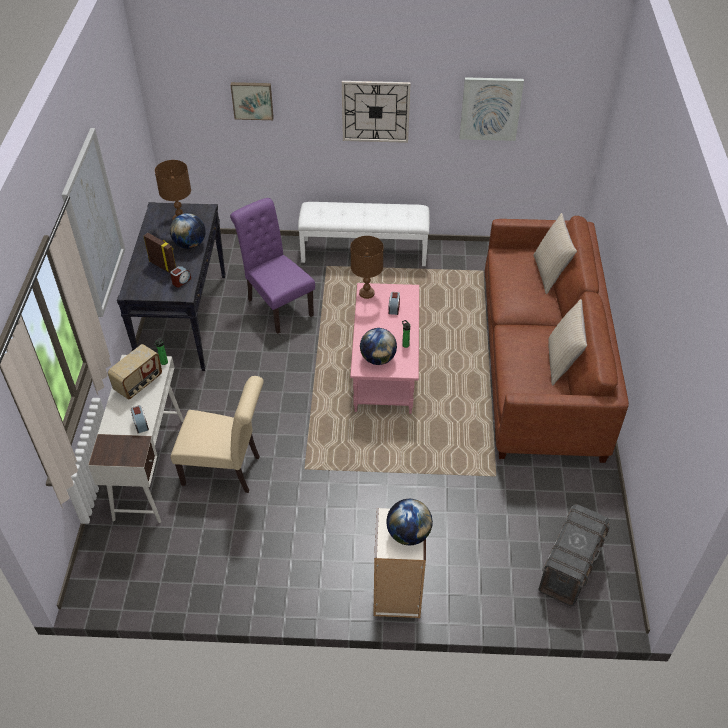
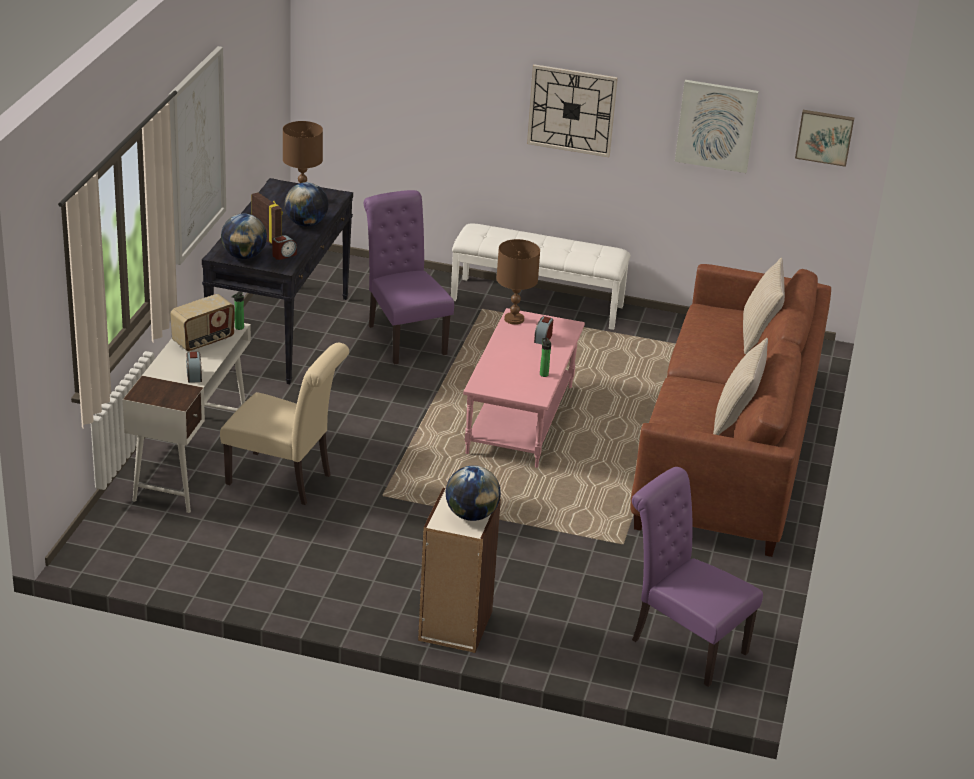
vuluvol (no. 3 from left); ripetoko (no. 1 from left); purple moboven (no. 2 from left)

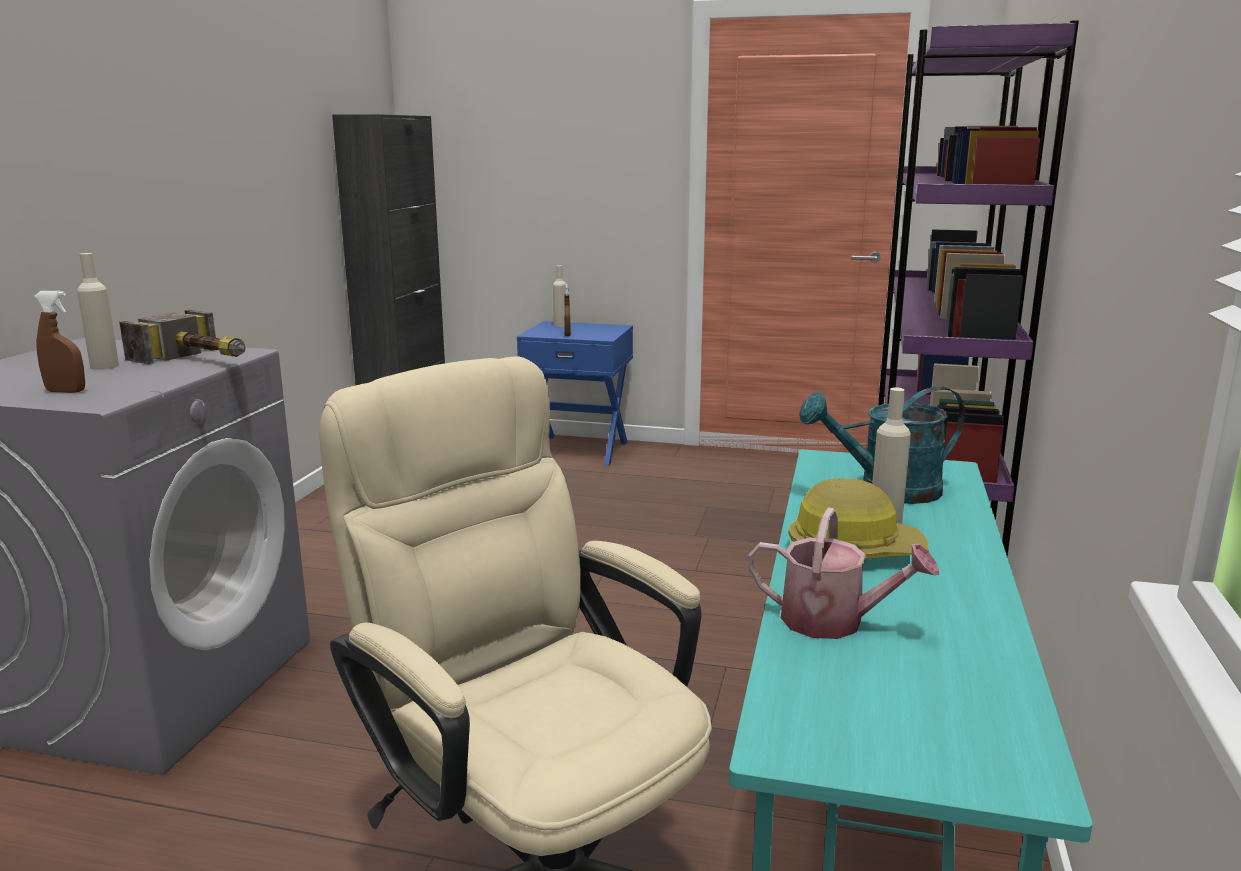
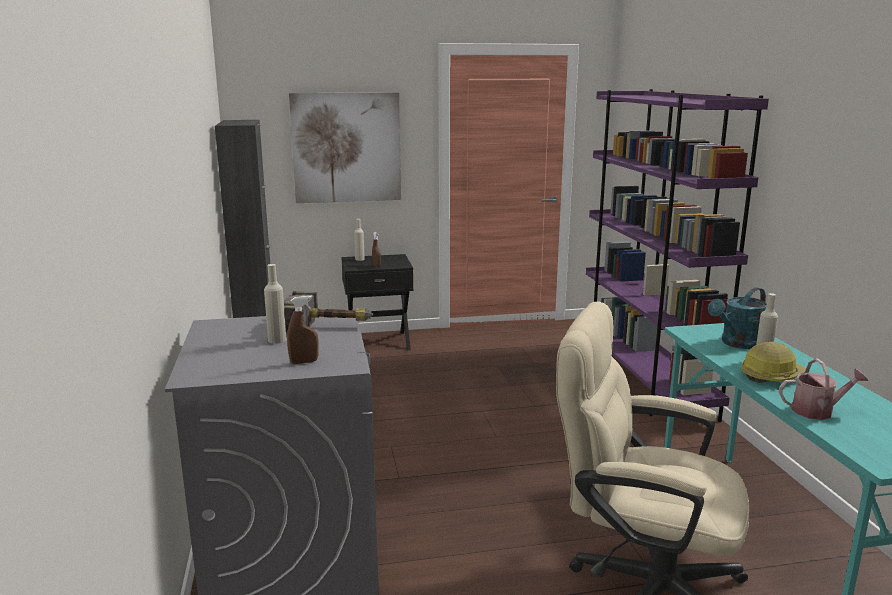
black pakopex; vuluvol

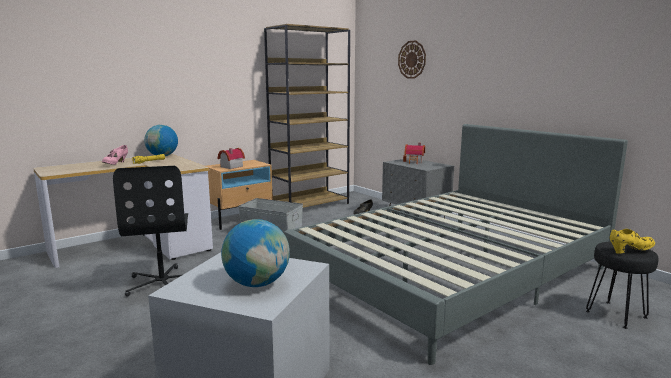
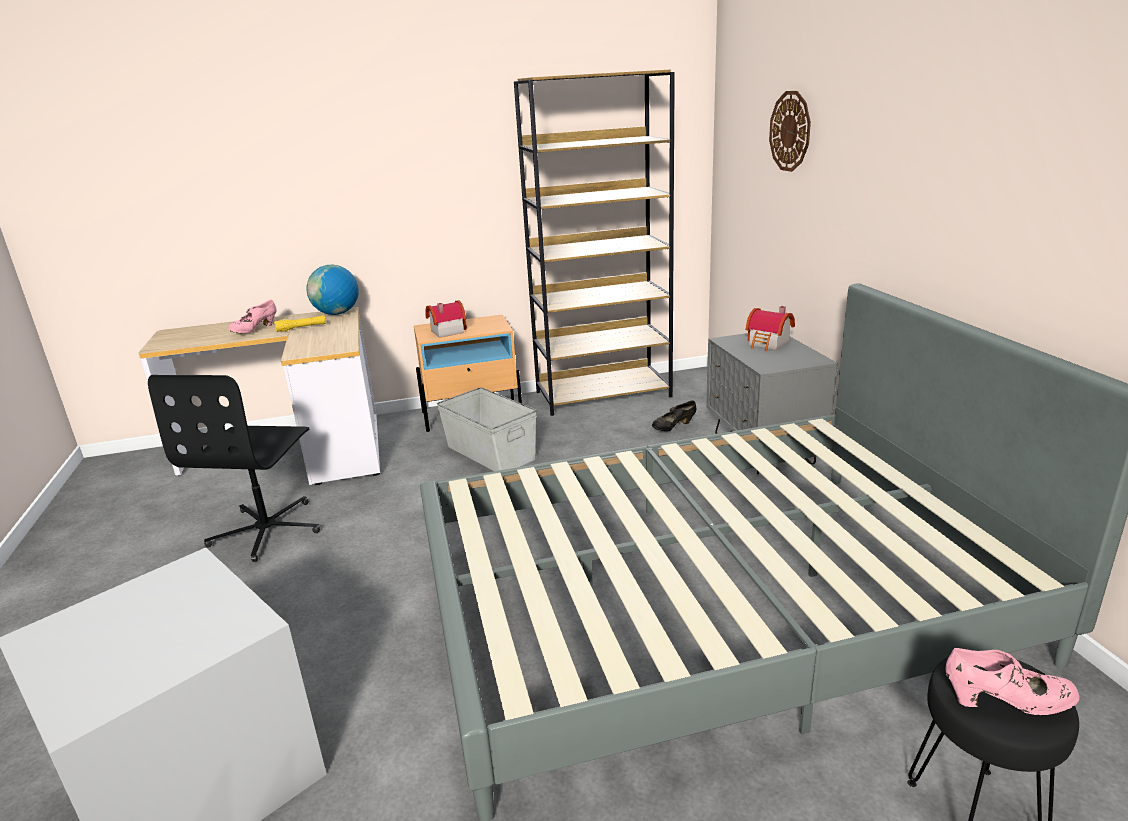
ripetoko (no. 2 from left in the first image); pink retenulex (no. 2 from left)

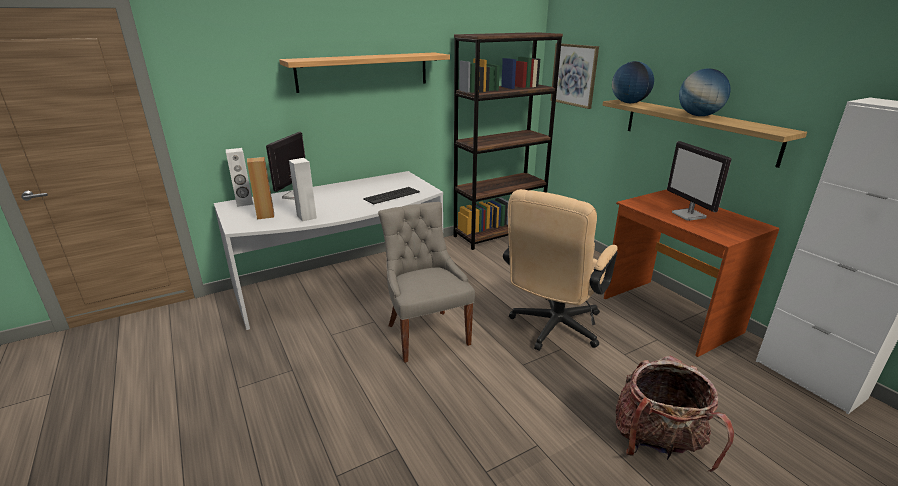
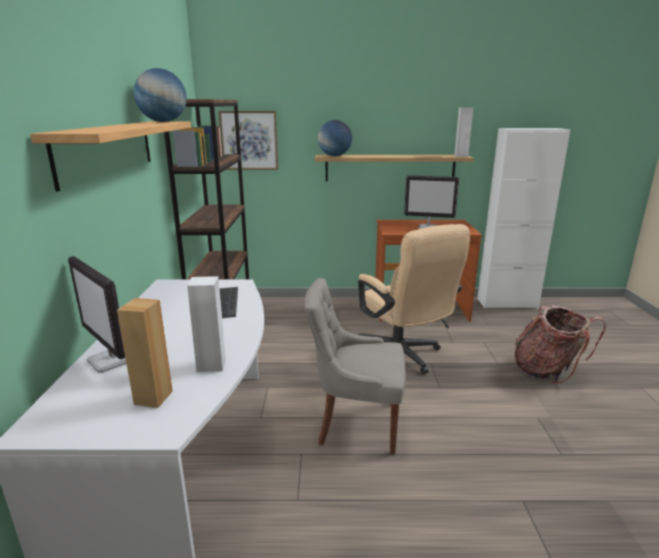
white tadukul (no. 2 from left); ripetoko (no. 1 from left)

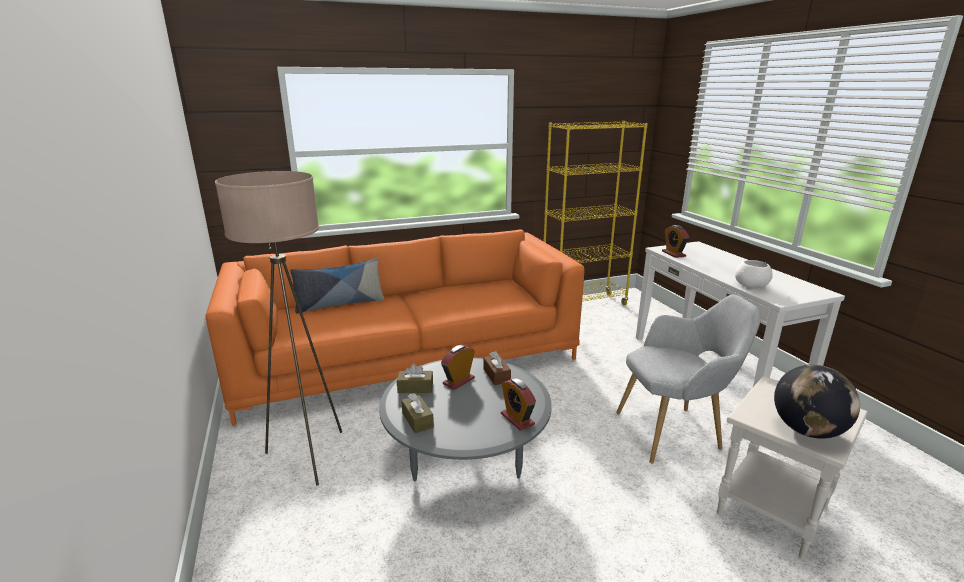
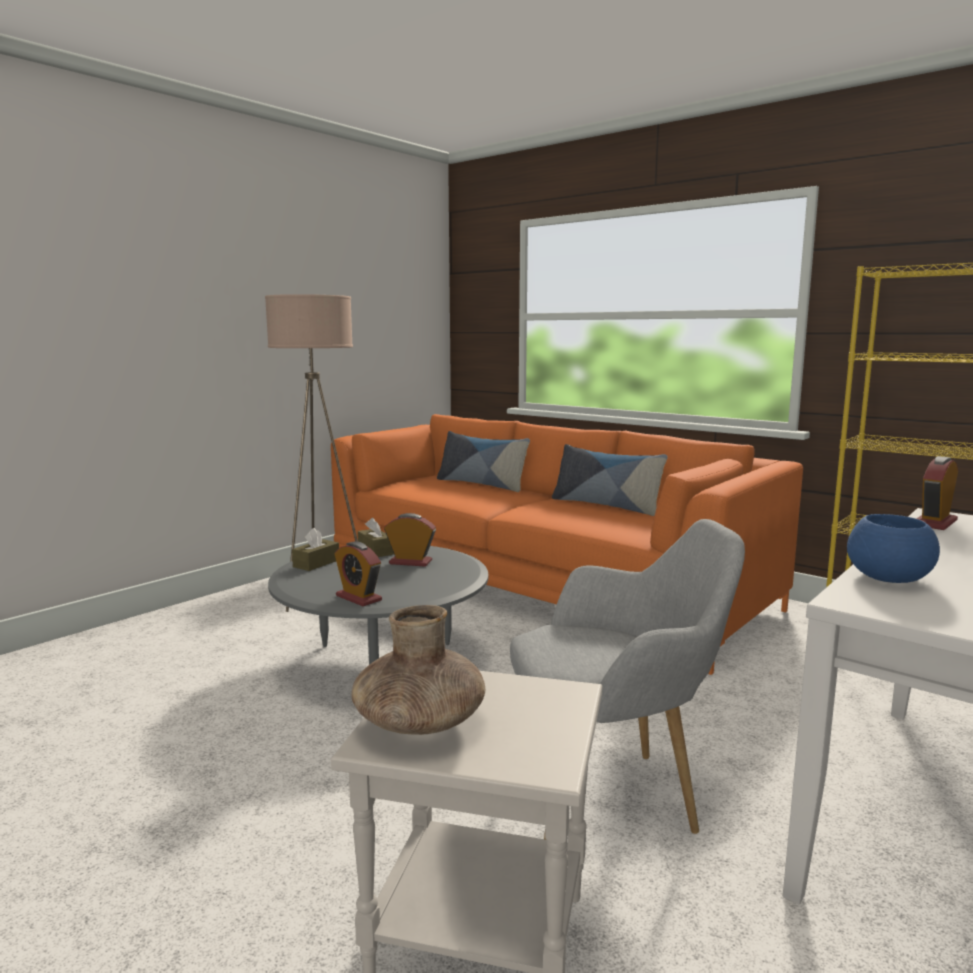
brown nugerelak (no. 3 from left in the first image); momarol (no. 1 from left); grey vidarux; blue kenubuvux; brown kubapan; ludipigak (no. 2 from left)

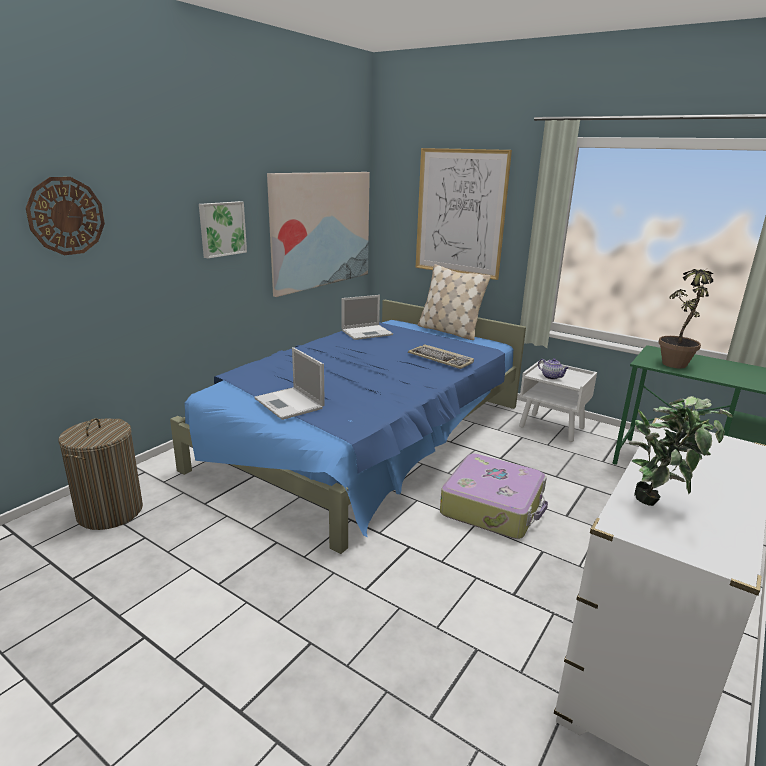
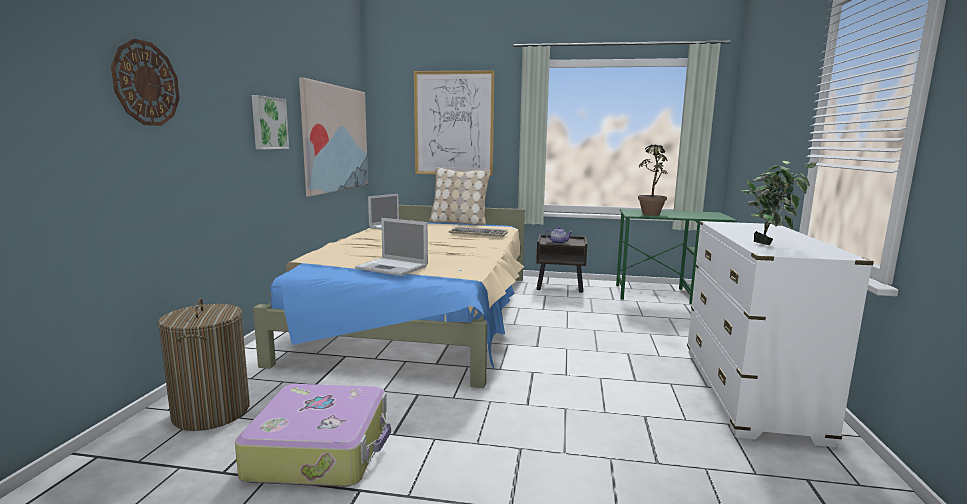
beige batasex; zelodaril; brown pakopex

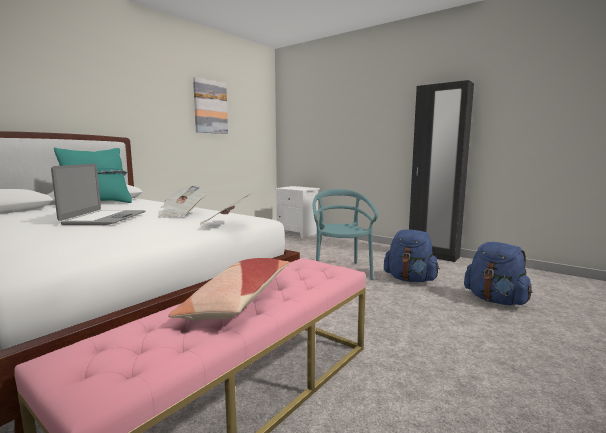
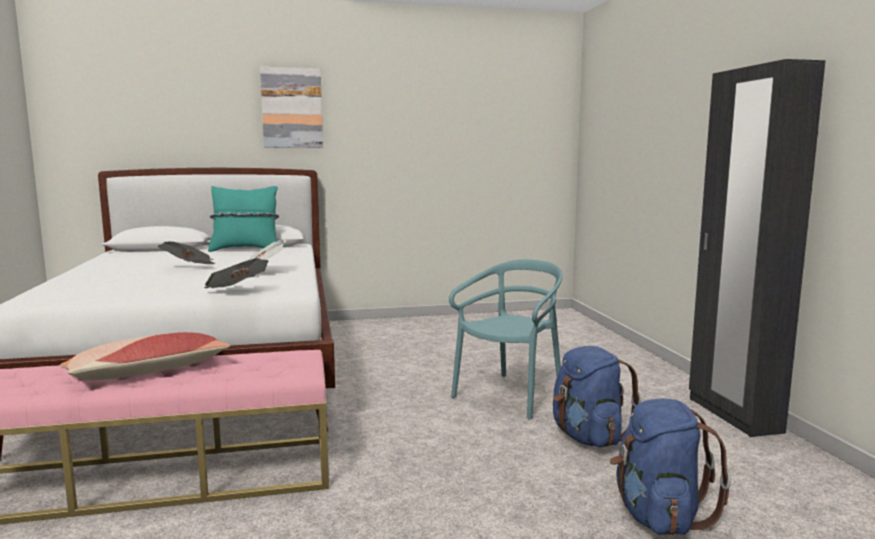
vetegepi (no. 1 from left); vuluvol; white pakopex

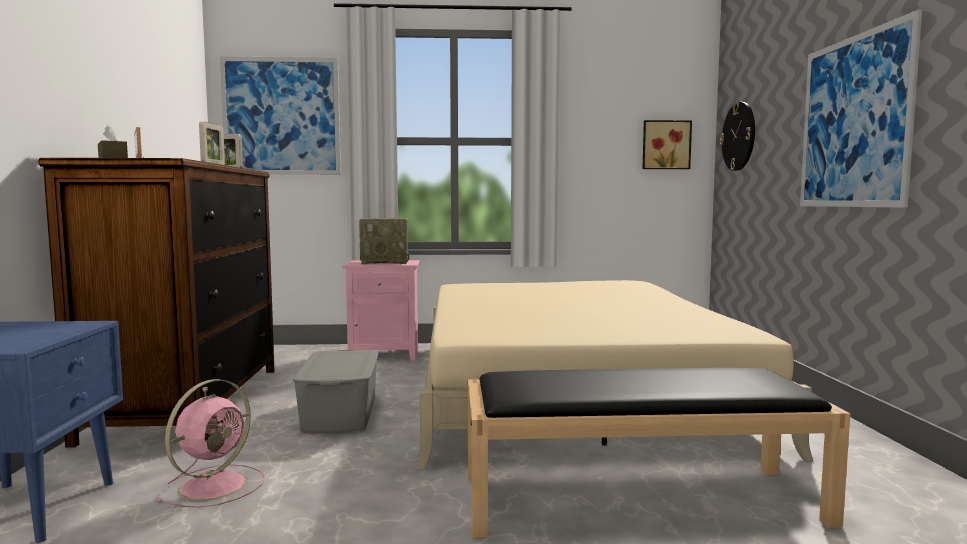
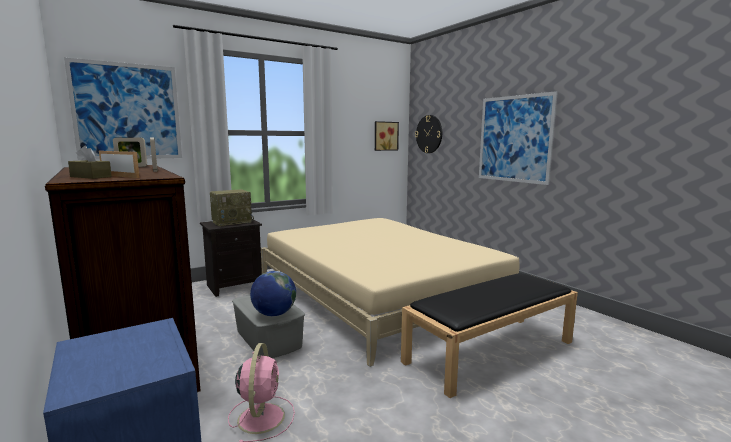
black pakopex; ripetoko

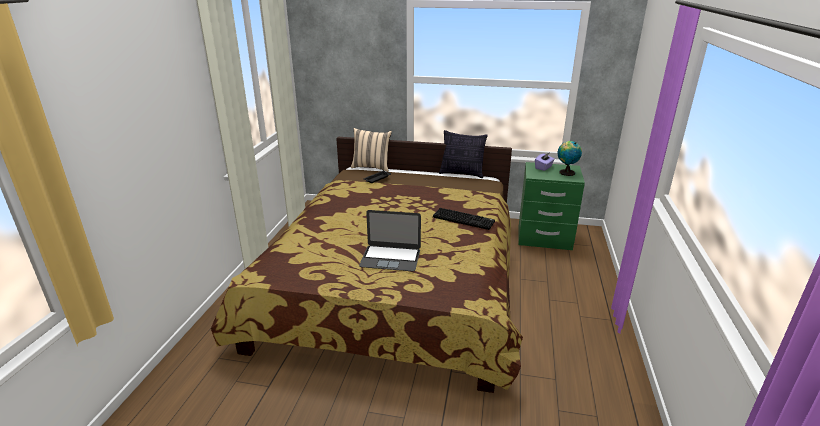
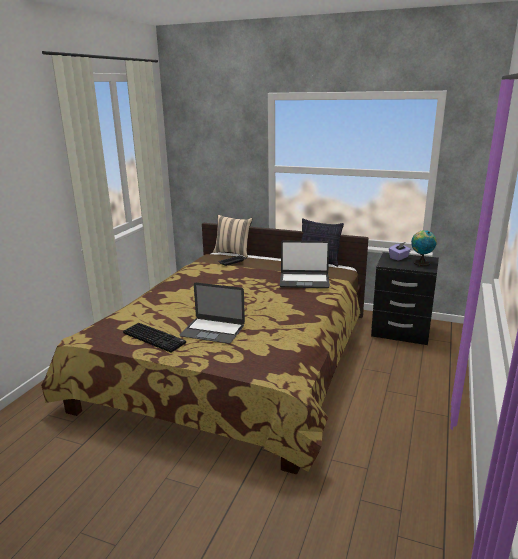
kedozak; black pakopex; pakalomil (no. 2 from left)

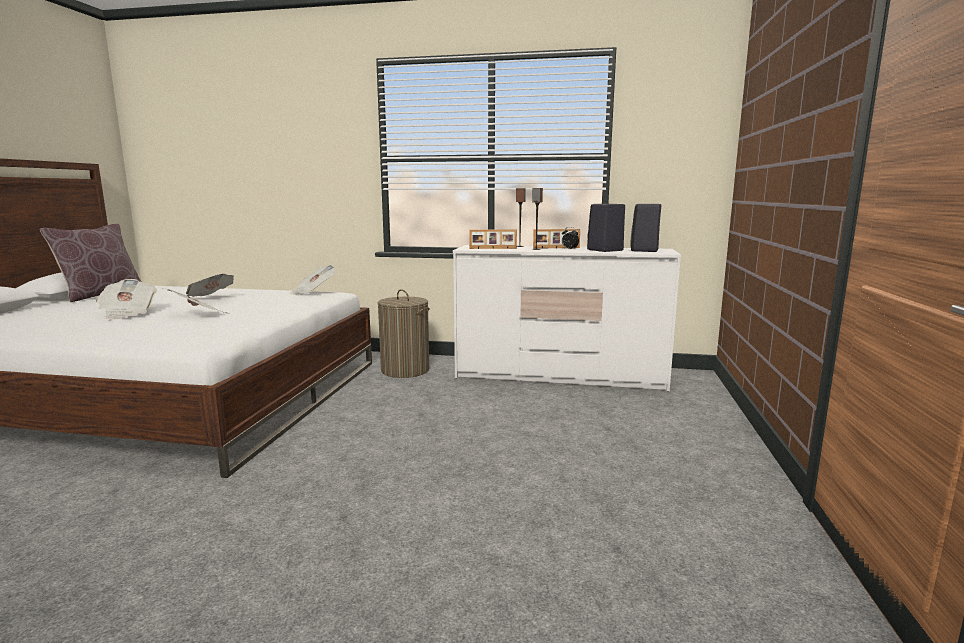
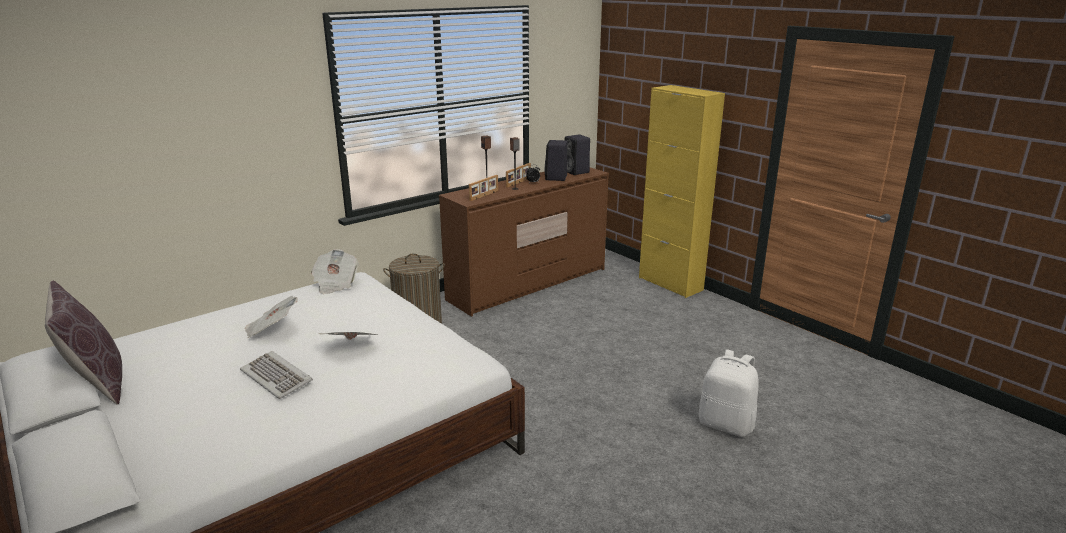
kedozak; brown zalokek; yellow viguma; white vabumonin

